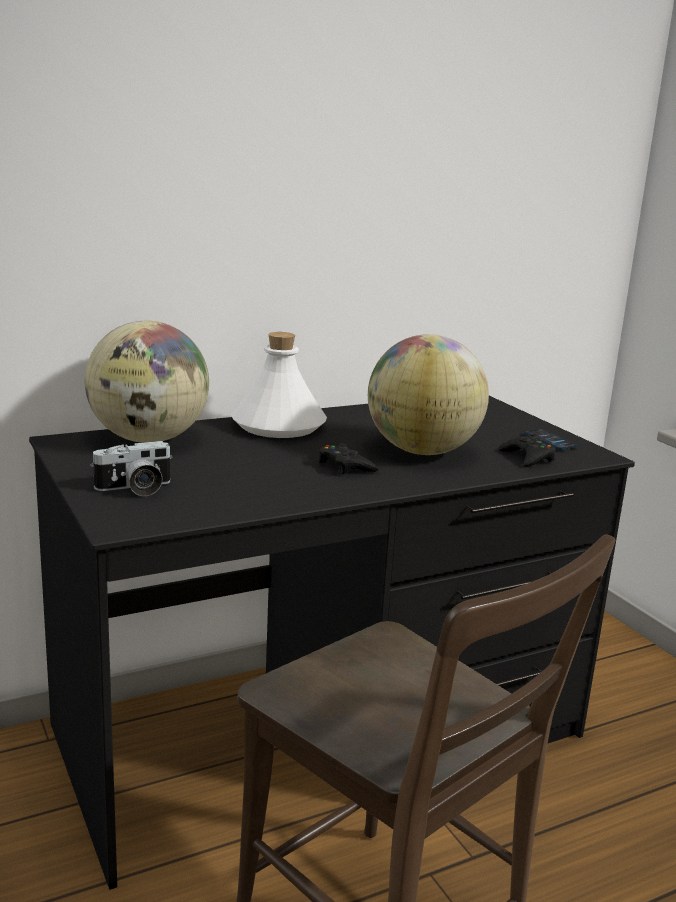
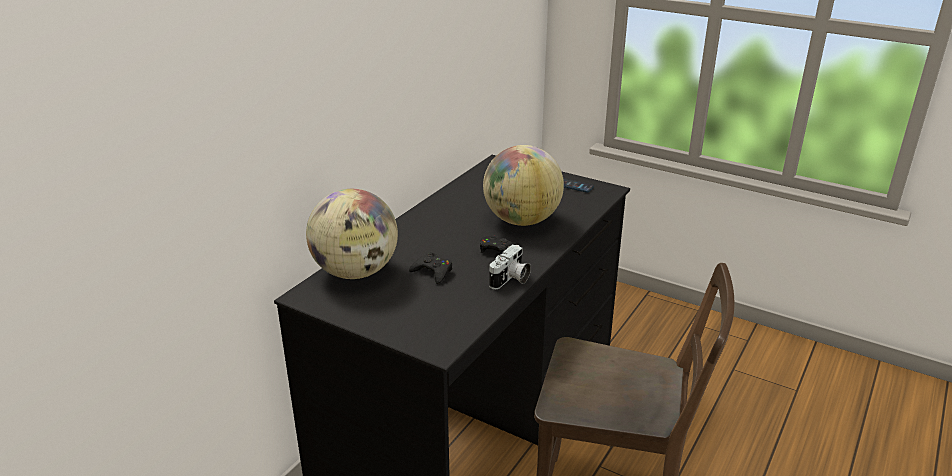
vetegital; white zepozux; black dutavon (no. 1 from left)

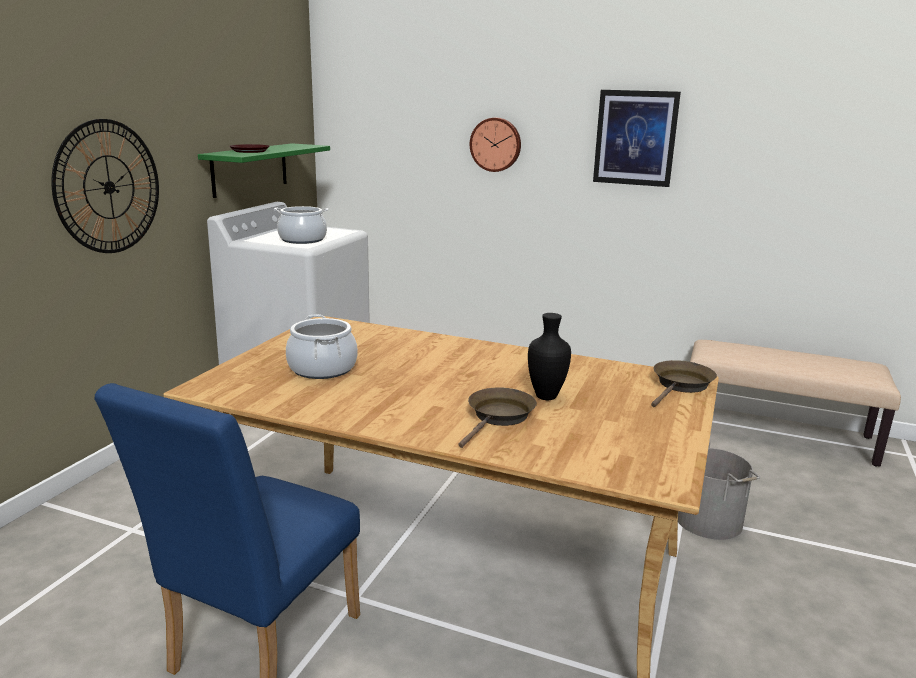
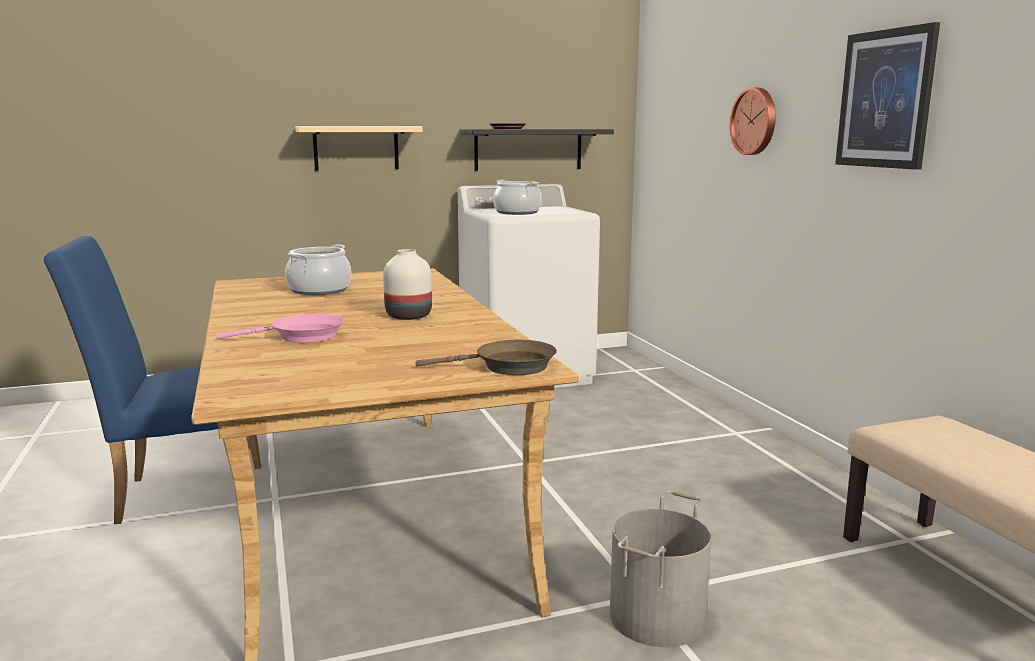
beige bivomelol; black bivomelol; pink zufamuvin; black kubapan; white kubapan

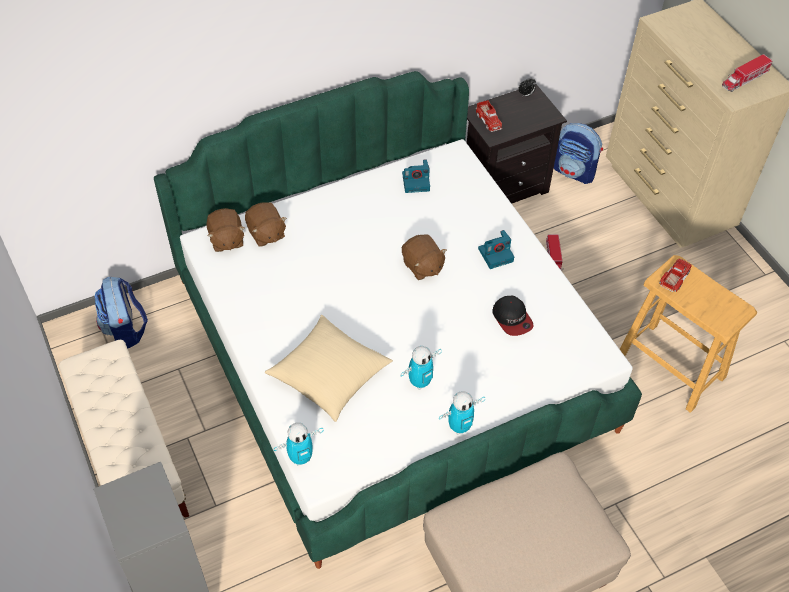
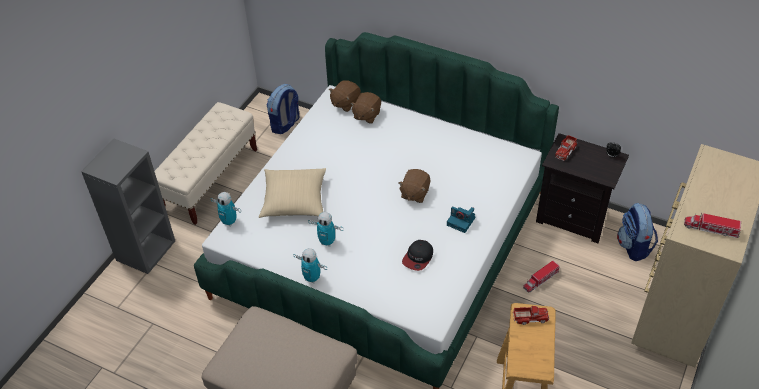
vetegital (no. 1 from left in the first image)

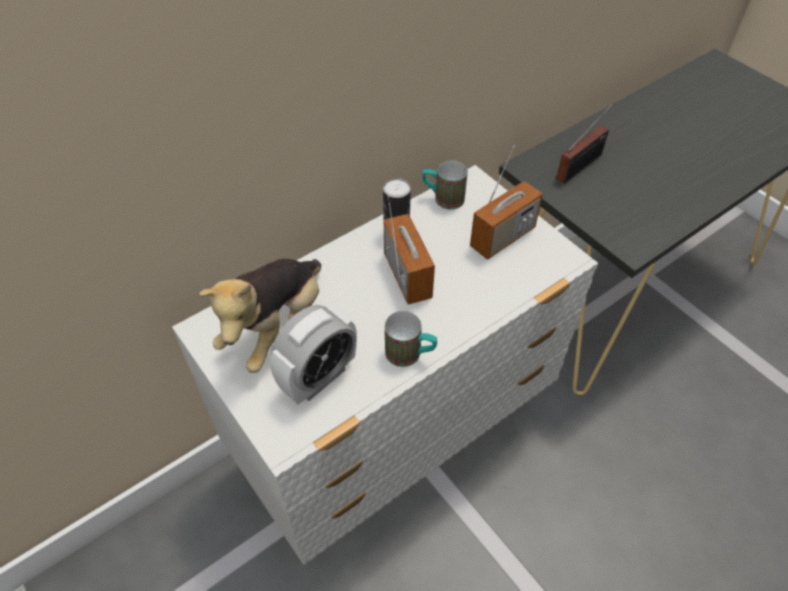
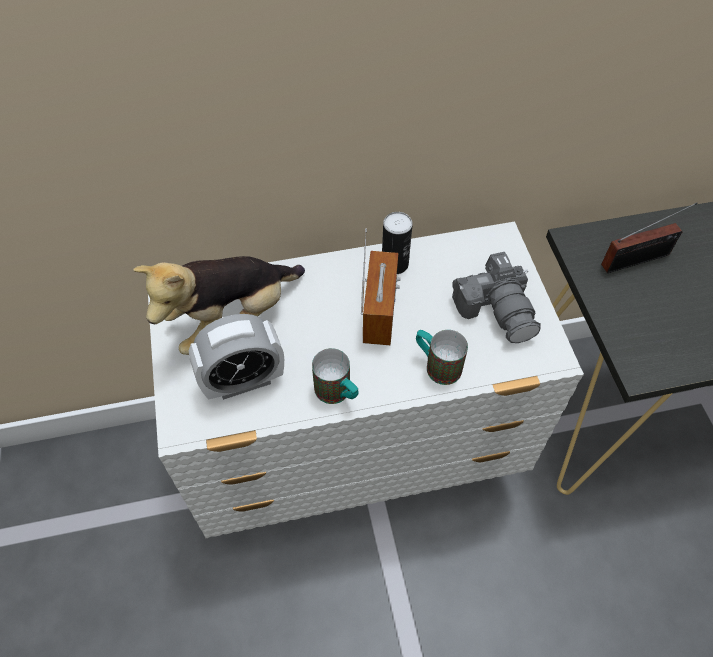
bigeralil (no. 2 from left); vetegital

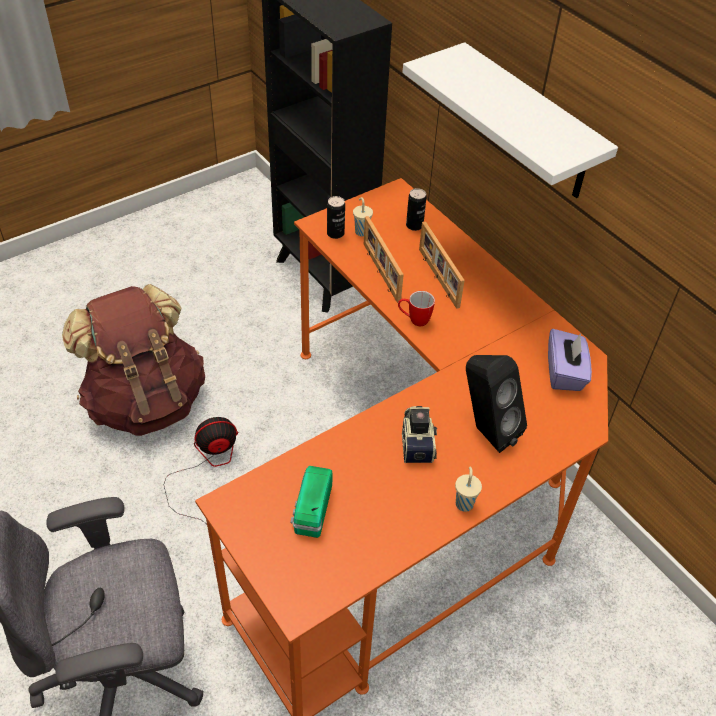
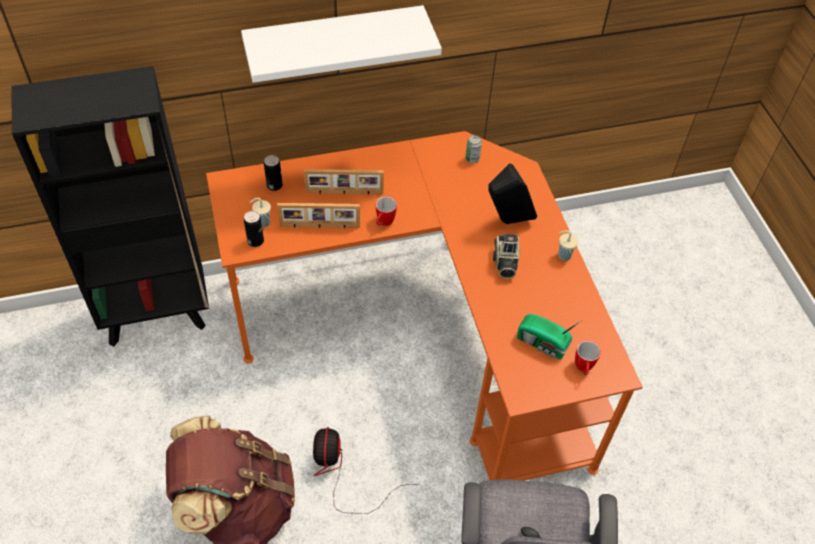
vetegital; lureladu (no. 3 from left); bigeralil (no. 2 from left)

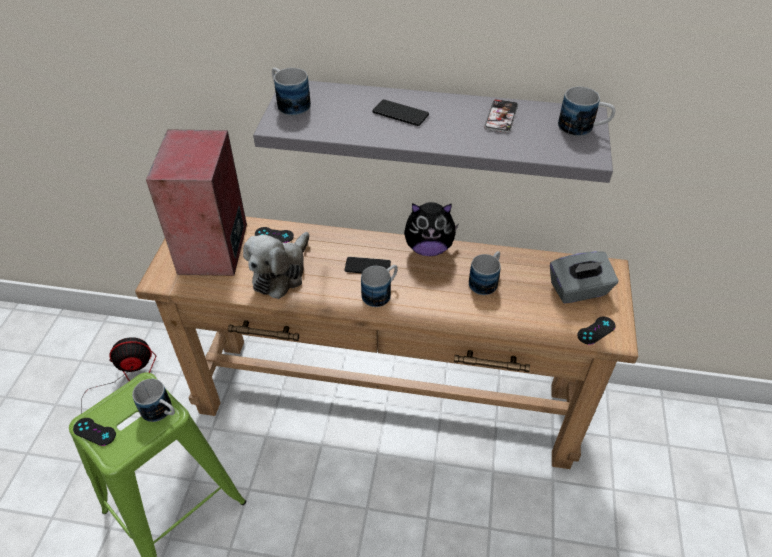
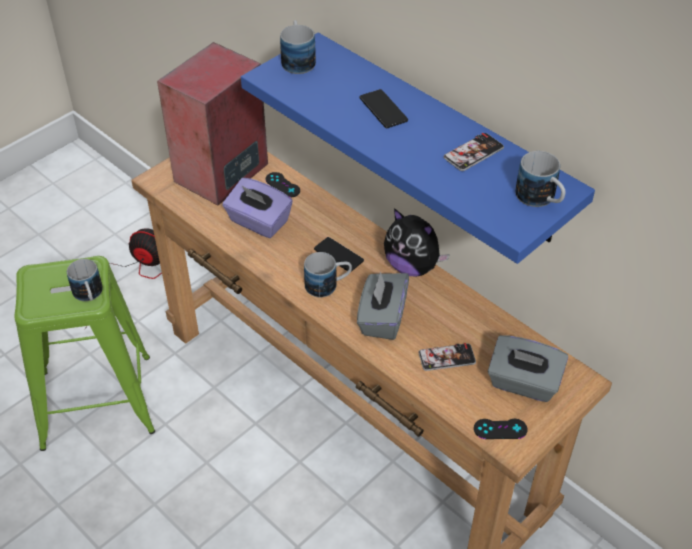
black dutavon (no. 1 from left in the first image); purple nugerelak; blue bivomelol; bigeralil (no. 4 from left in the first image); grey nugerelak (no. 1 from left); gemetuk (no. 3 from left)

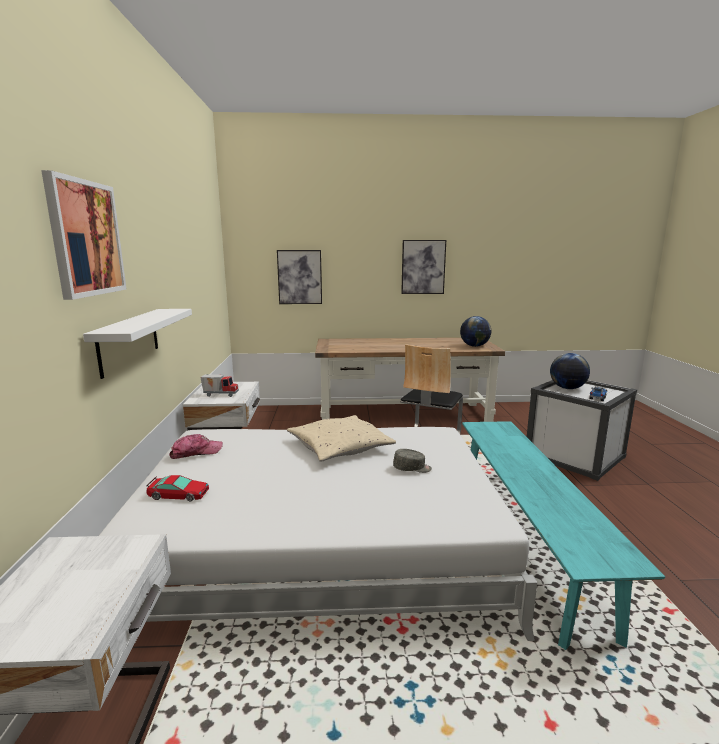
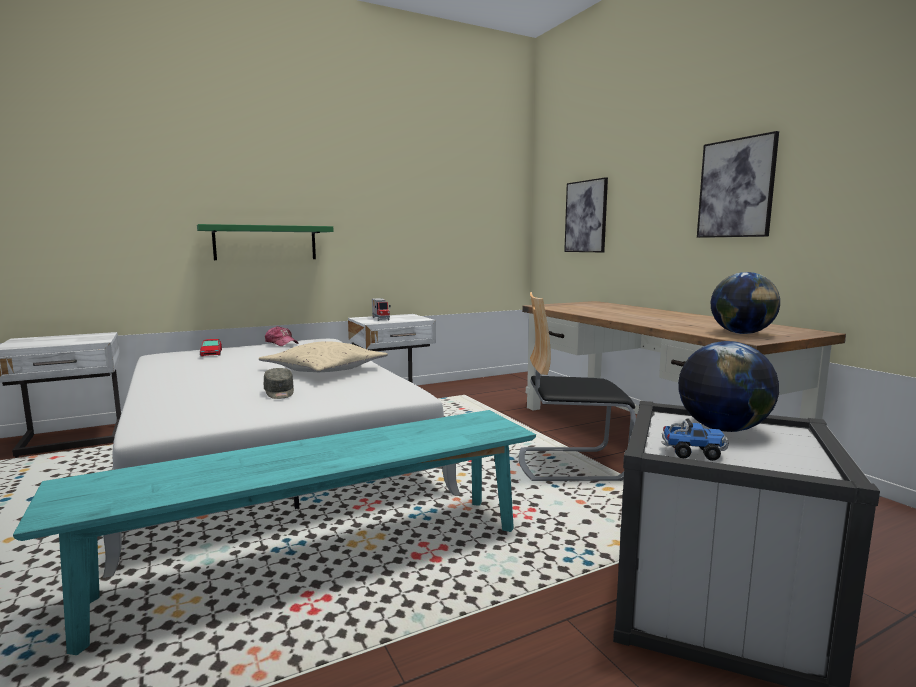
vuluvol (no. 1 from left in the first image); green bivomelol

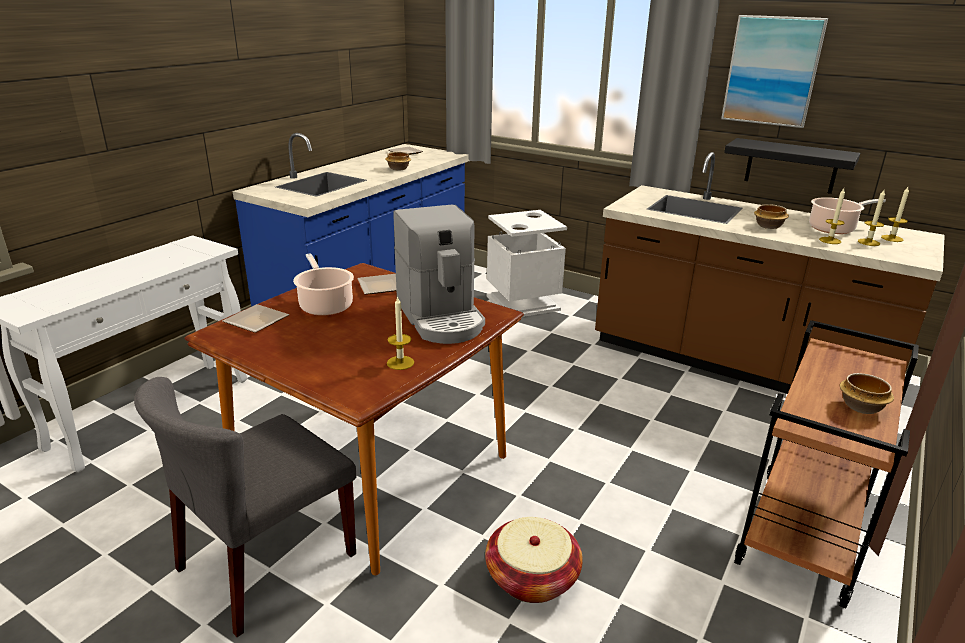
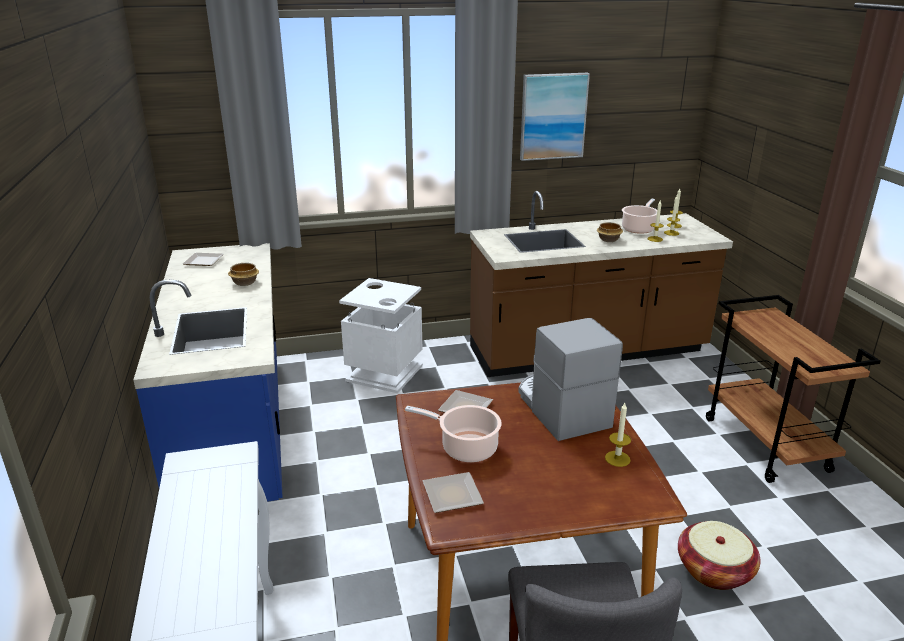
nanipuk; black bivomelol; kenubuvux (no. 3 from left in the first image)

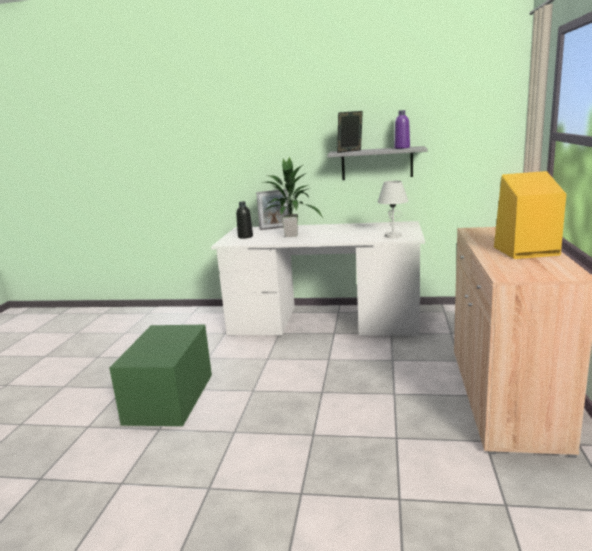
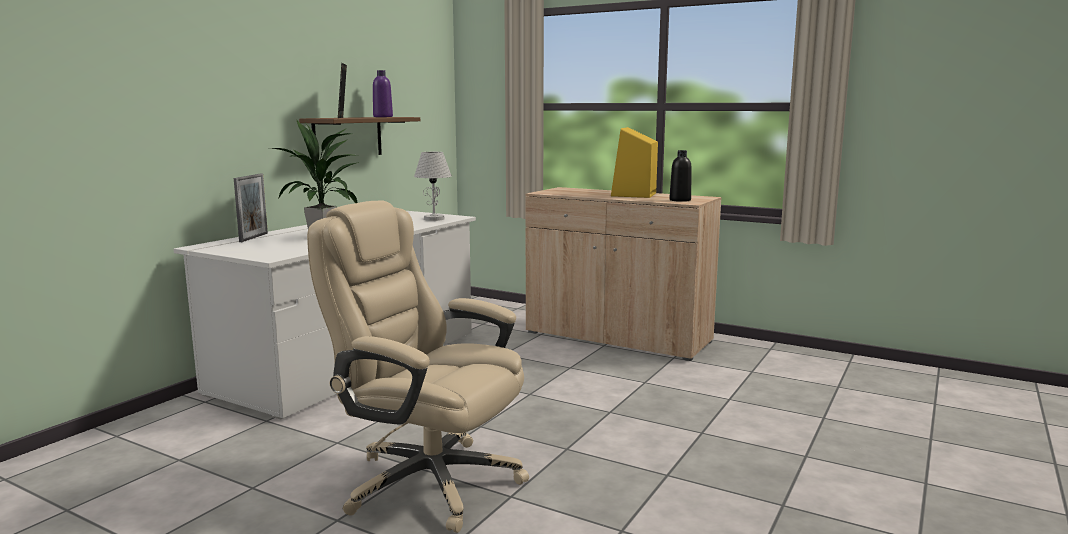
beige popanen; black zepozux; brown bivomelol

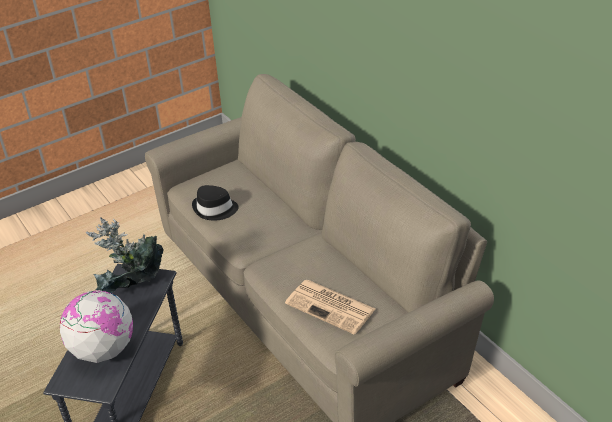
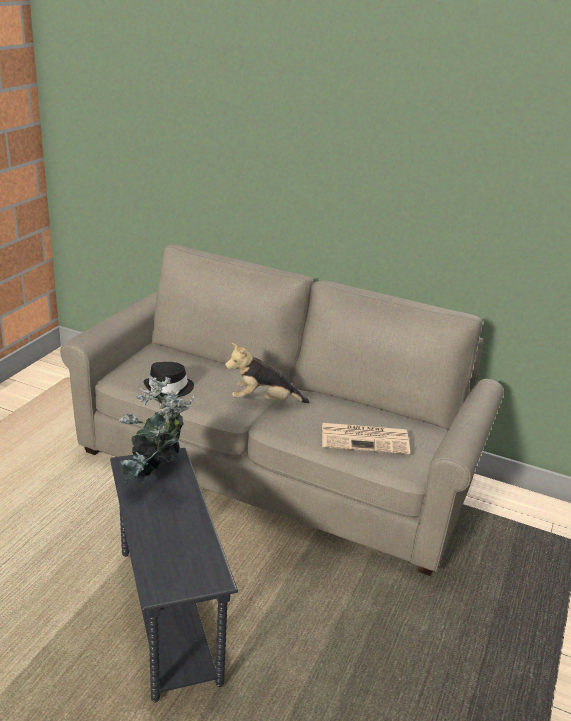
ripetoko; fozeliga

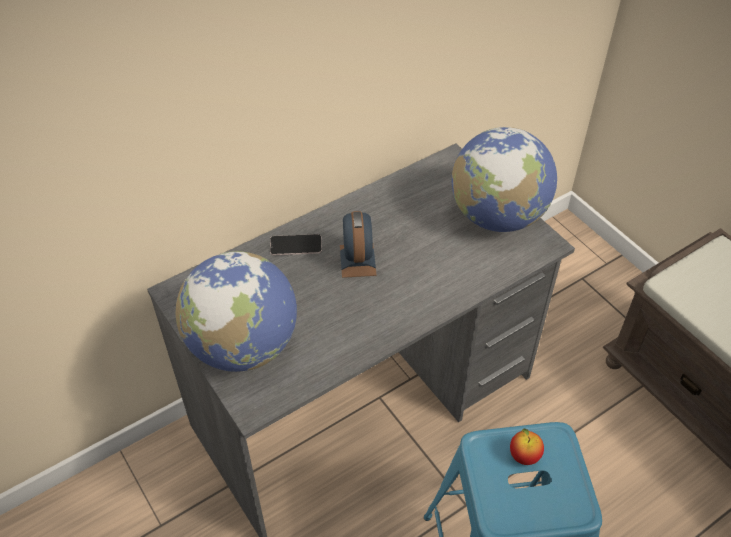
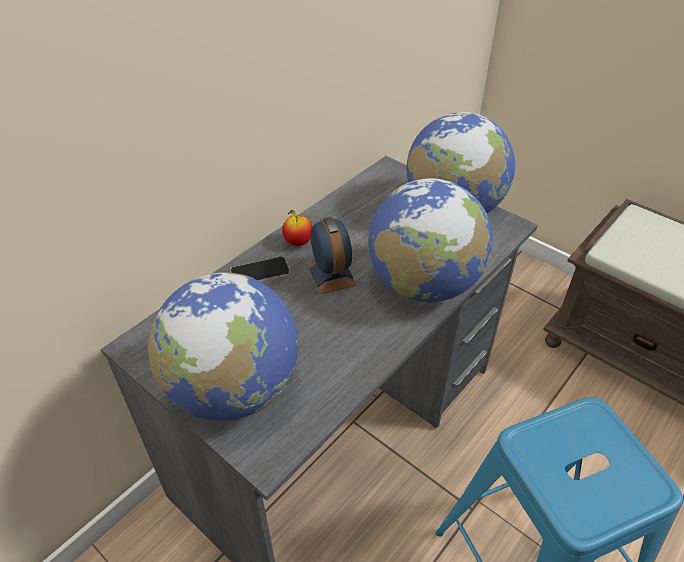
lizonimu; ripetoko (no. 2 from left)

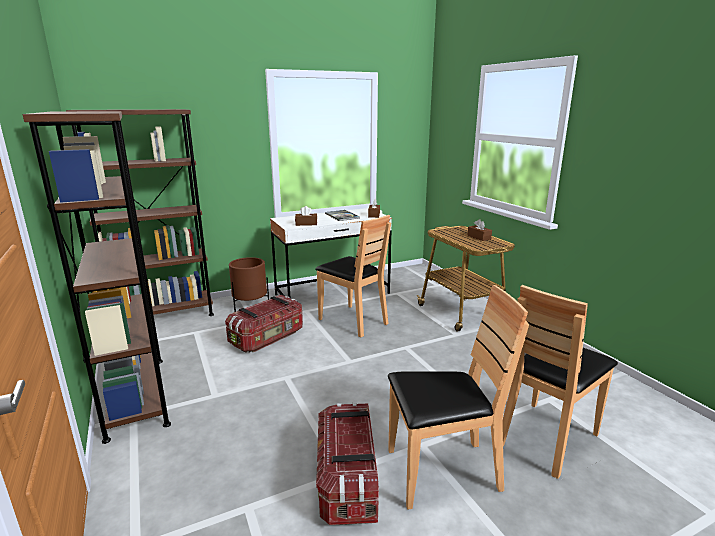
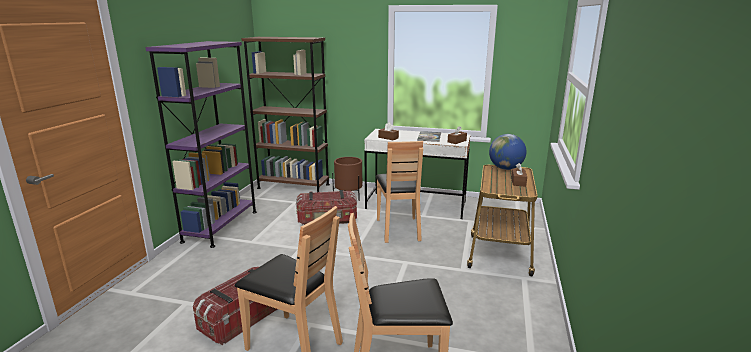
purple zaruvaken; ripetoko

